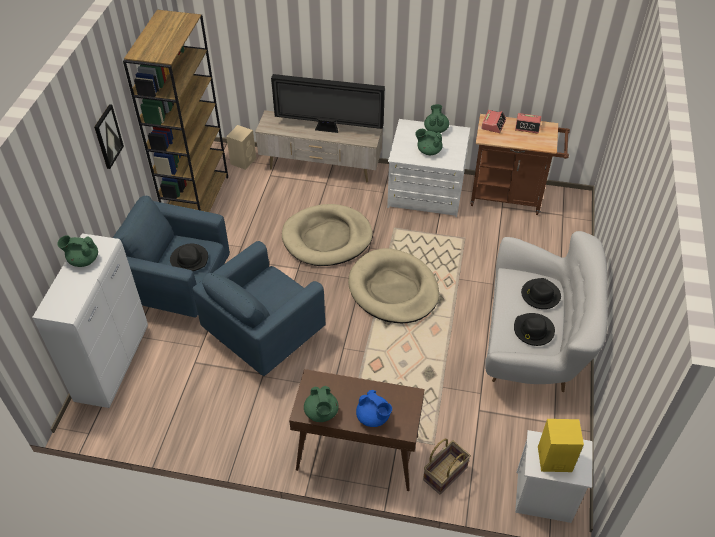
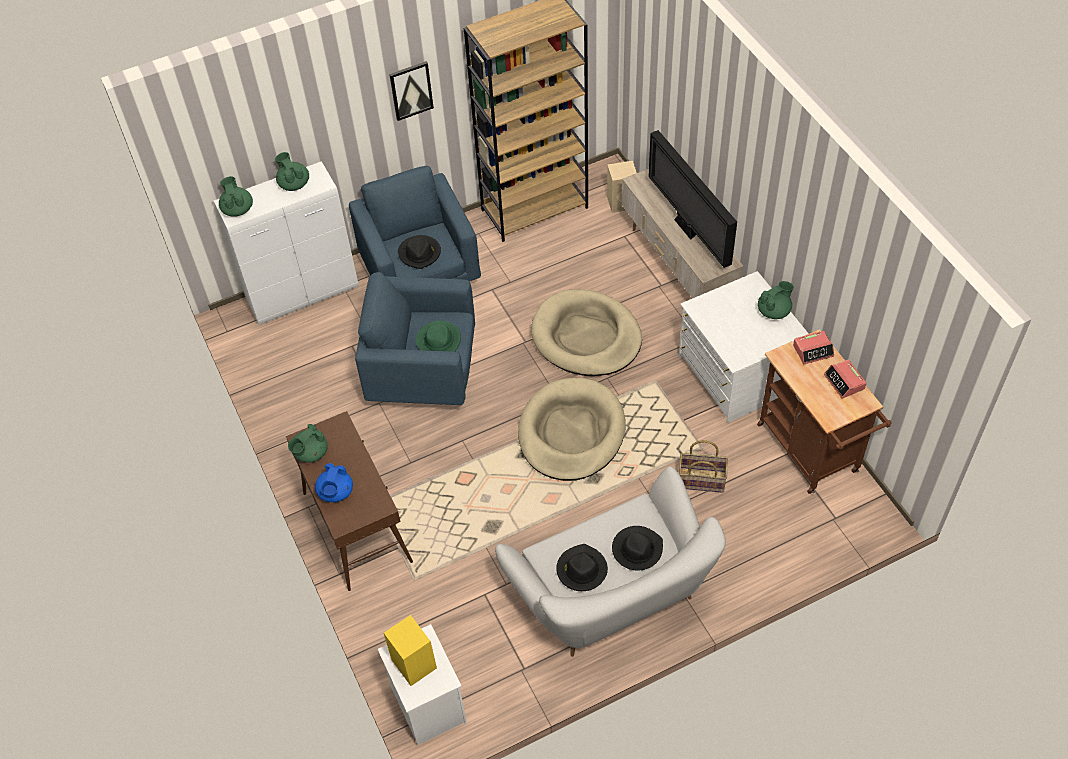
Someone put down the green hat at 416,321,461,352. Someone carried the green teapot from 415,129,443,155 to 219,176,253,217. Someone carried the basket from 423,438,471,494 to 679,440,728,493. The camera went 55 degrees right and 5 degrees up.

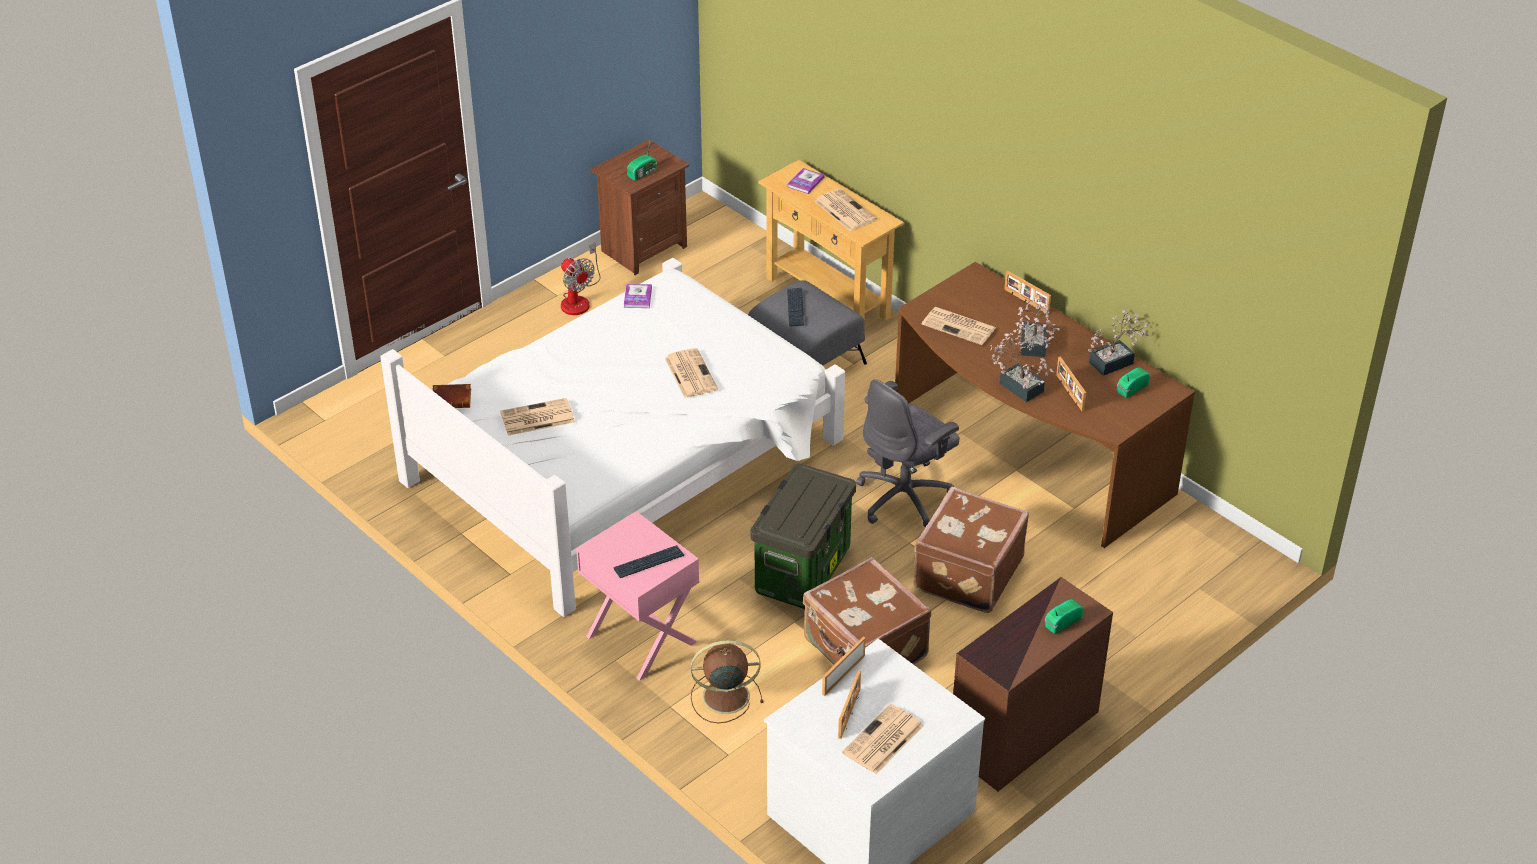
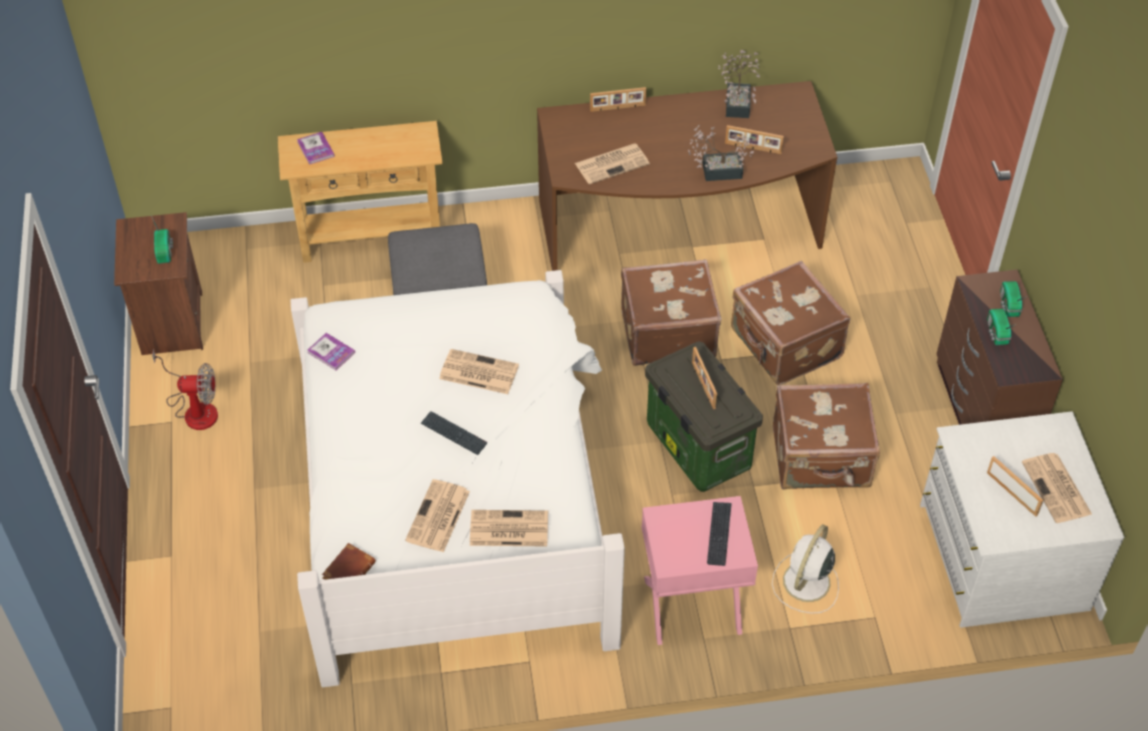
Someone took away the potted plant at 1015,299,1060,357. Someone carried the keyboard from 787,288,804,327 to 421,411,487,455. Someone carried the newspaper from 814,189,877,231 to 470,510,548,547. Someone carried the picture frame from 822,637,866,696 to 692,347,717,409. Someone carried the radio from 1117,368,1150,398 to 987,309,1016,345. Someone swapped the grey office chair at 856,379,960,527 for the brown suitcase at 621,259,722,366. Someone repainted the brown fan at 691,640,763,723, which became the white fan at 772,524,839,614. The camera went 55 degrees left and 10 degrees up.

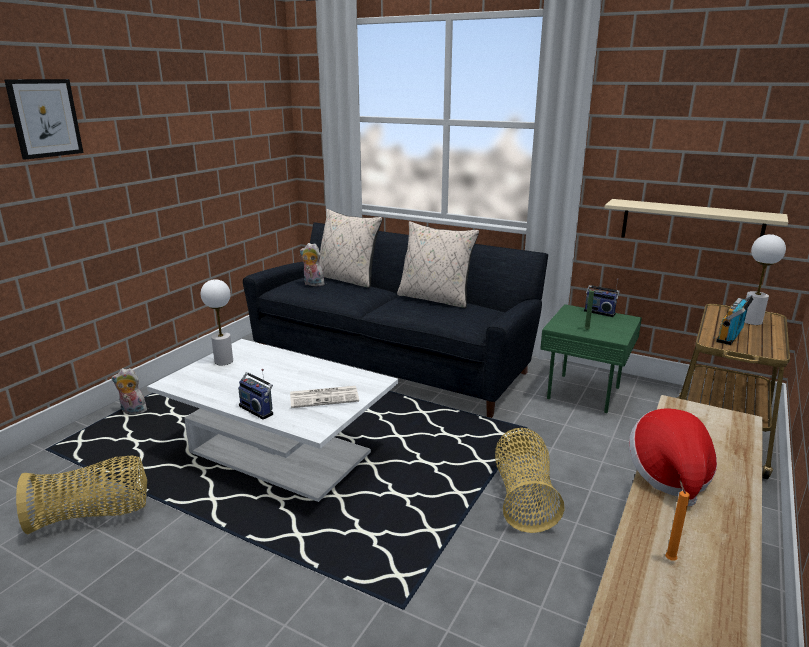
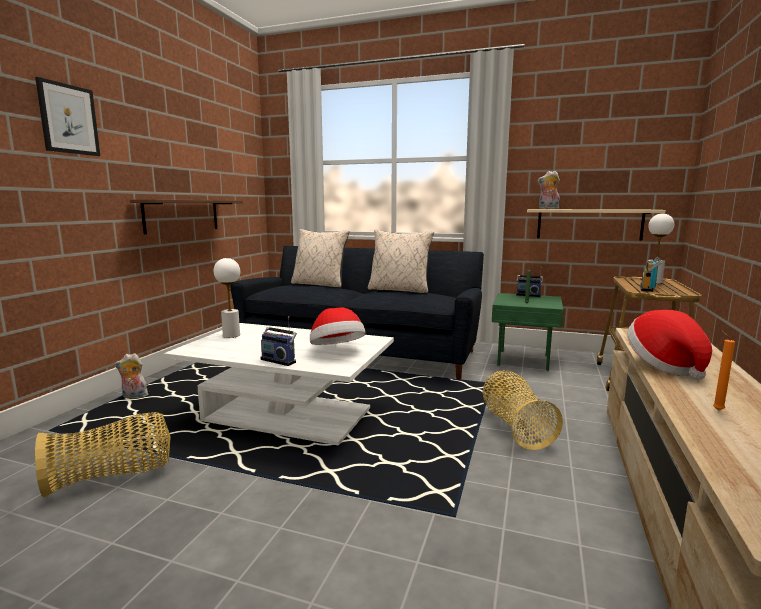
Someone put up the brown shelf at 130,199,243,234. Someone carried the plush toy from 300,243,325,286 to 537,171,560,209. Someone swapped the newspaper at 290,386,359,408 for the hat at 310,307,366,345. The camera went 10 degrees left and 10 degrees down.

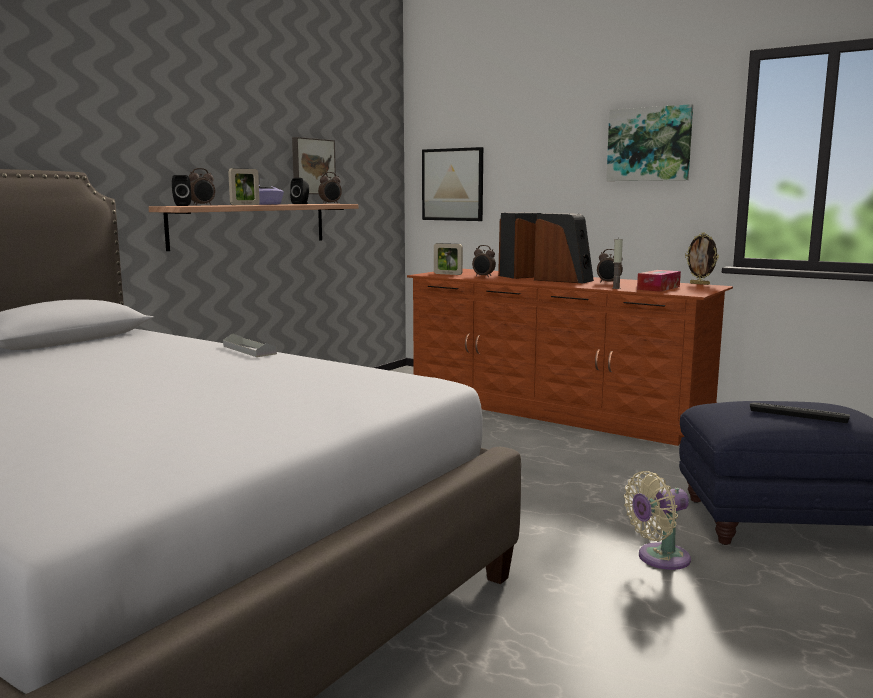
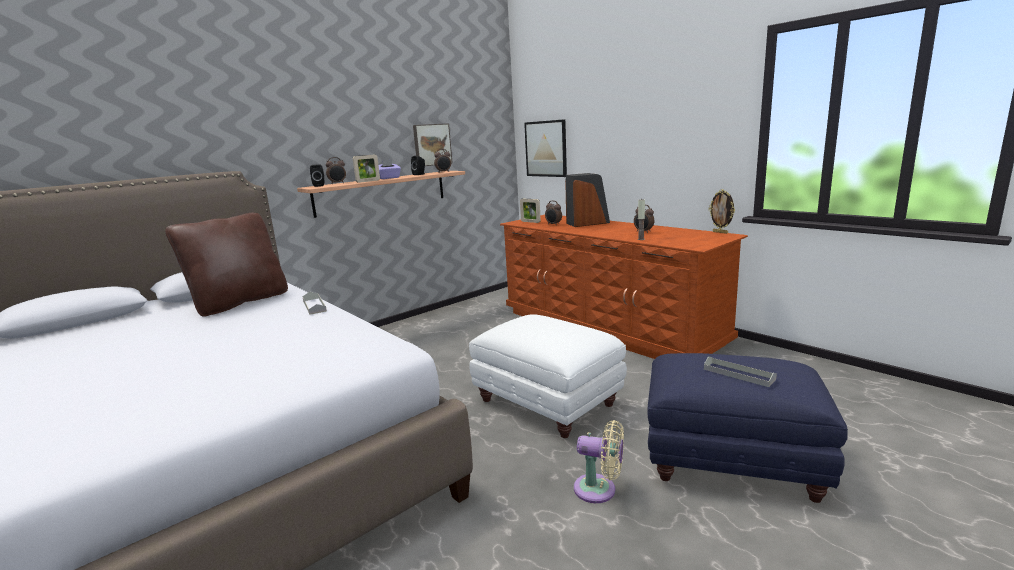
Someone took away the speaker at 534,213,594,283. Someone took away the picture at 606,104,693,181. Someone took away the tissue box at 637,270,681,292. Someone put down the brown pillow at 165,213,288,317. Someone put down the white ottoman at 469,314,627,438. Someone swapped the keyboard at 750,402,850,423 for the grey tray at 704,356,777,387. Someone rotated the beige fan at 624,471,691,570 by 150 degrees counterclockwise. The camera went 15 degrees right and 5 degrees up.

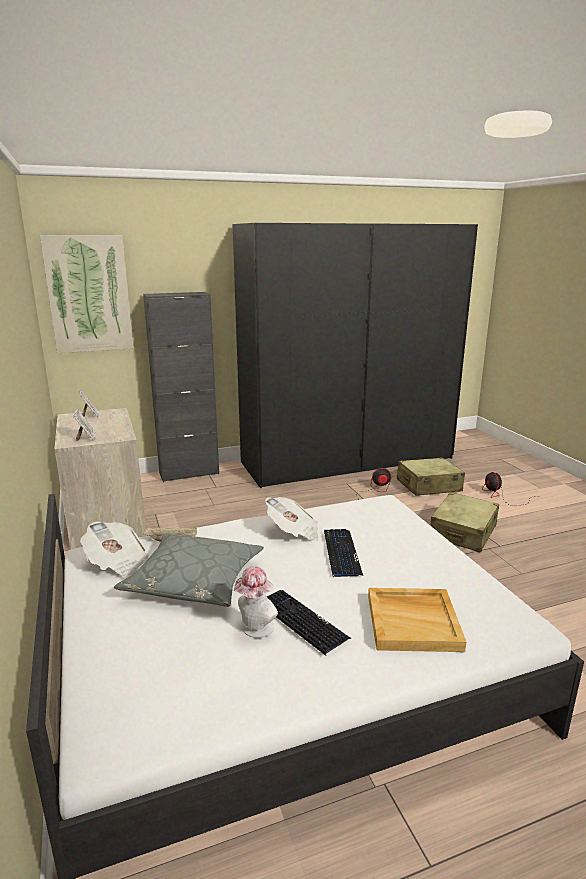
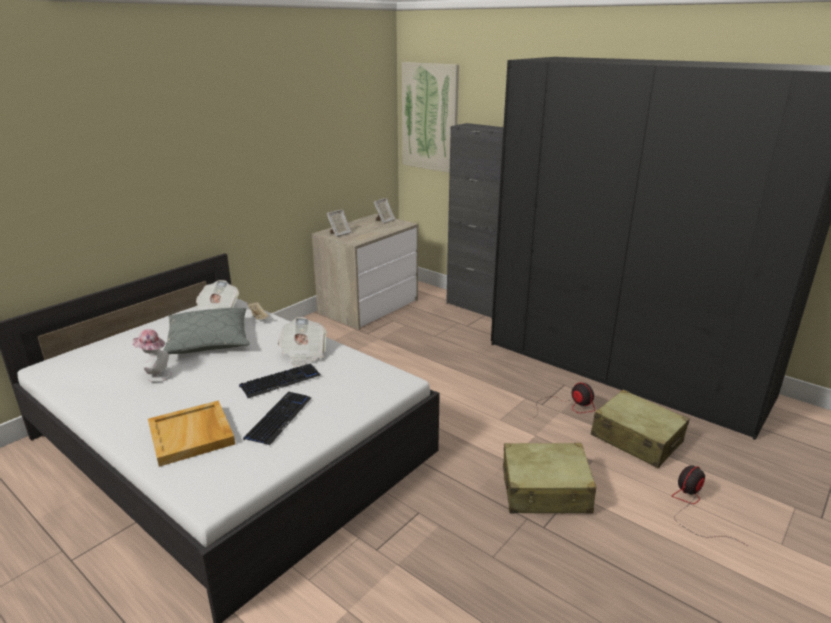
Someone carried the keyboard from 267,590,352,656 to 243,392,311,445. The camera went 60 degrees right and 5 degrees up.

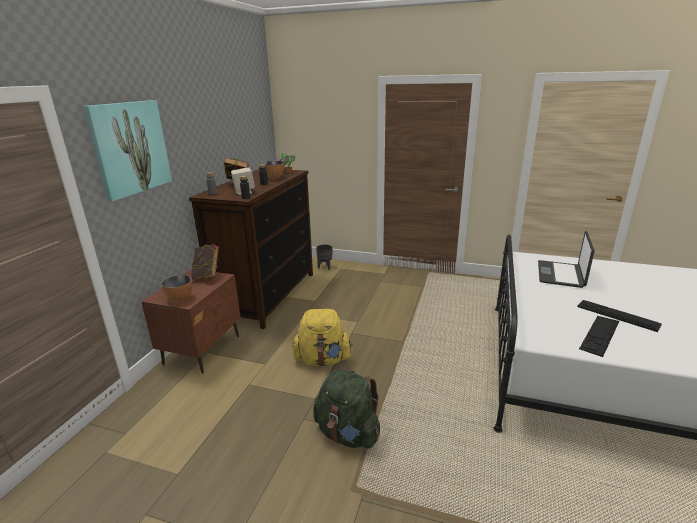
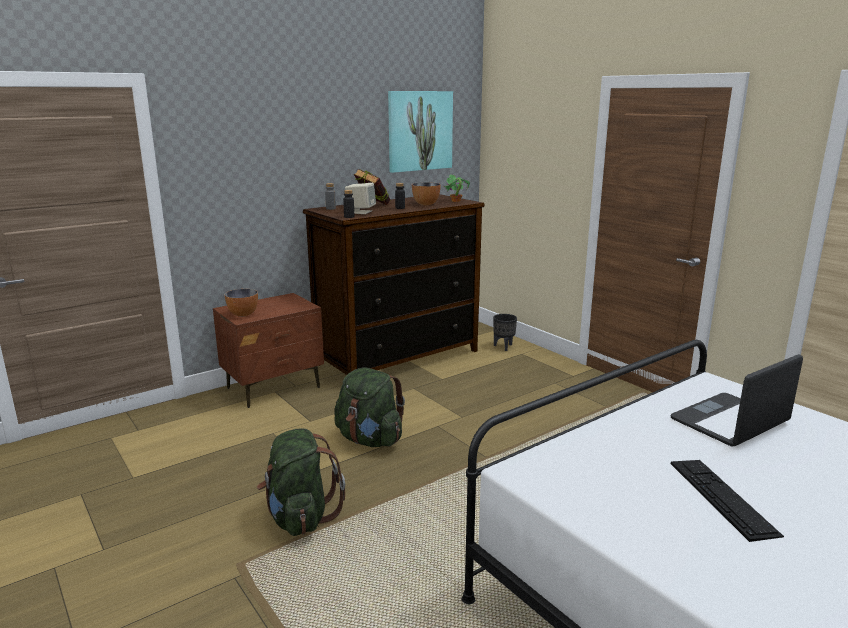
Someone took away the book at 191,244,219,280. Someone took away the keyboard at 579,316,619,357. Someone carried the picture from 84,100,172,201 to 388,91,453,173. Someone repainted the yellow backpack at 293,309,353,366, which became the green backpack at 334,367,405,447. The camera went 35 degrees right and 5 degrees down.

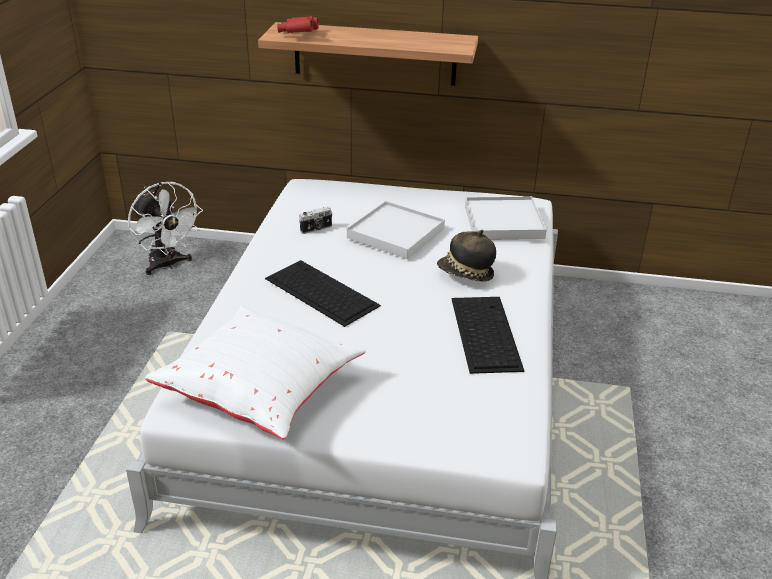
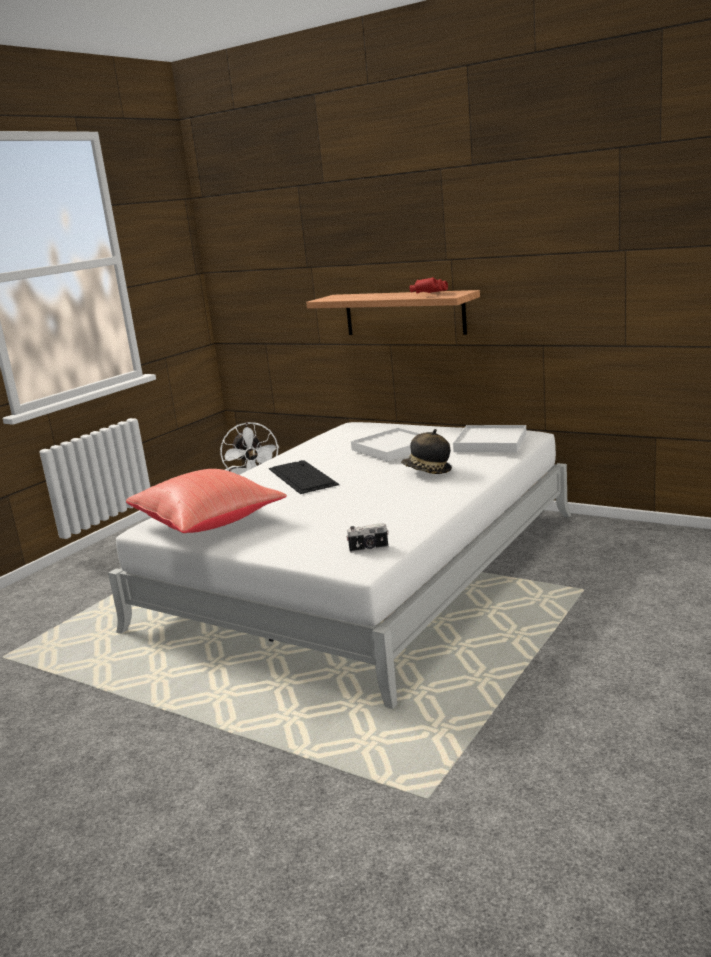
Someone took away the keyboard at 451,297,524,374. Someone carried the red binoculars from 277,16,319,33 to 409,277,448,294. Someone carried the photo camera from 299,207,333,234 to 346,523,389,553. Someone repainted the white pillow at 145,306,366,440, which became the red pillow at 126,469,287,533. The camera went 25 degrees right and 15 degrees down.

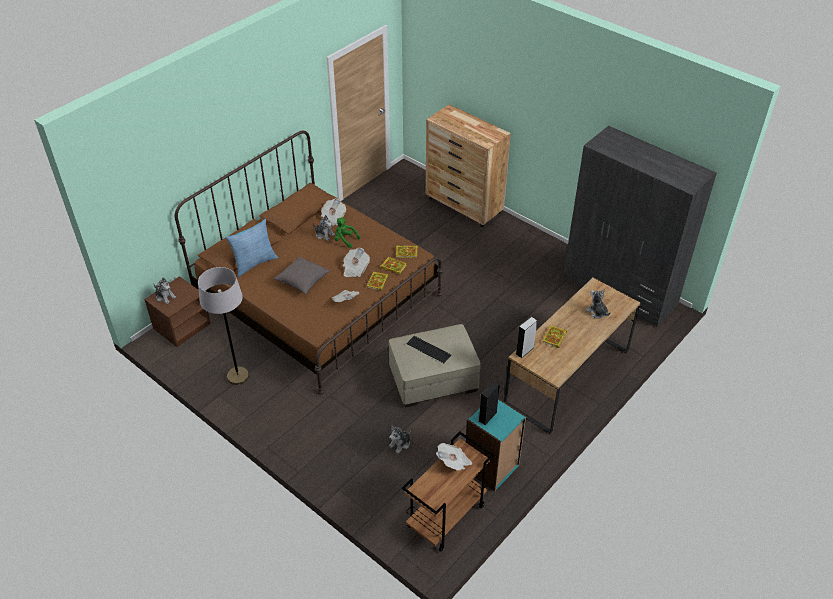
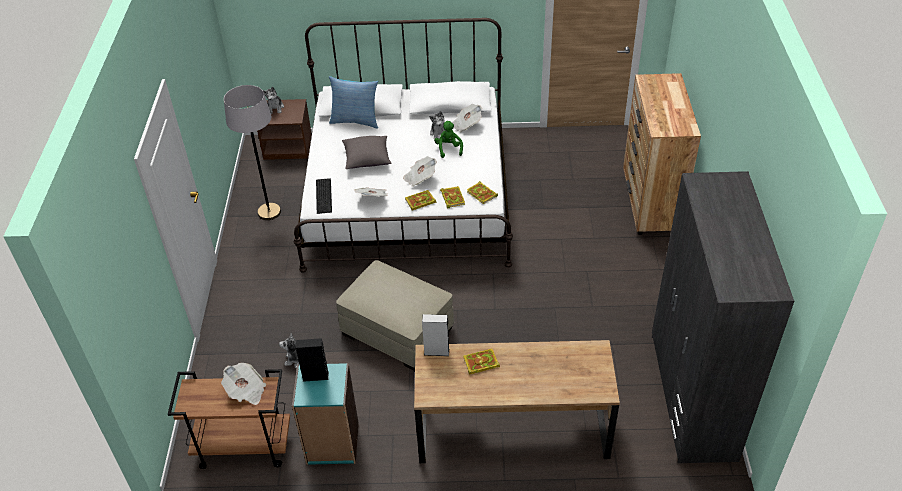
Someone took away the plush toy at 586,289,610,319. Someone carried the keyboard from 407,336,451,363 to 316,178,332,214. Someone repainted the brown bed at 175,131,443,395, which became the white bed at 294,18,513,272. The camera went 50 degrees right and 0 degrees up.

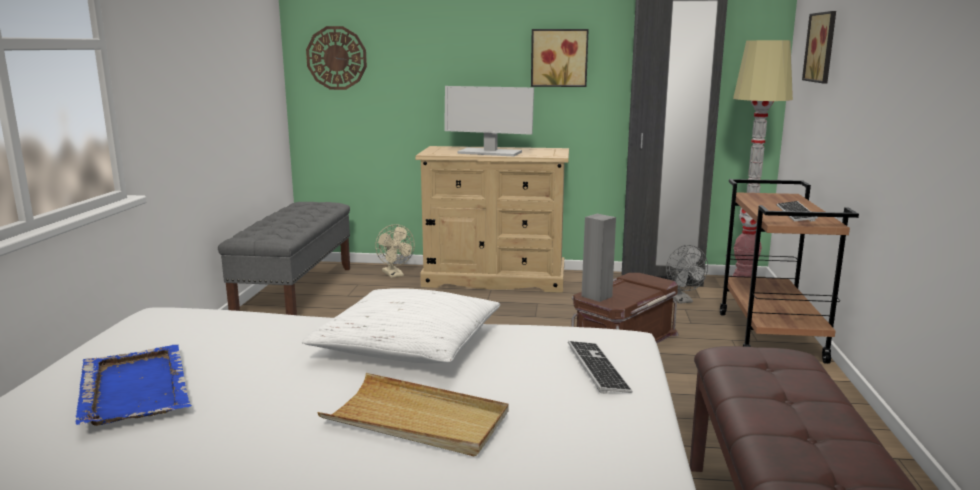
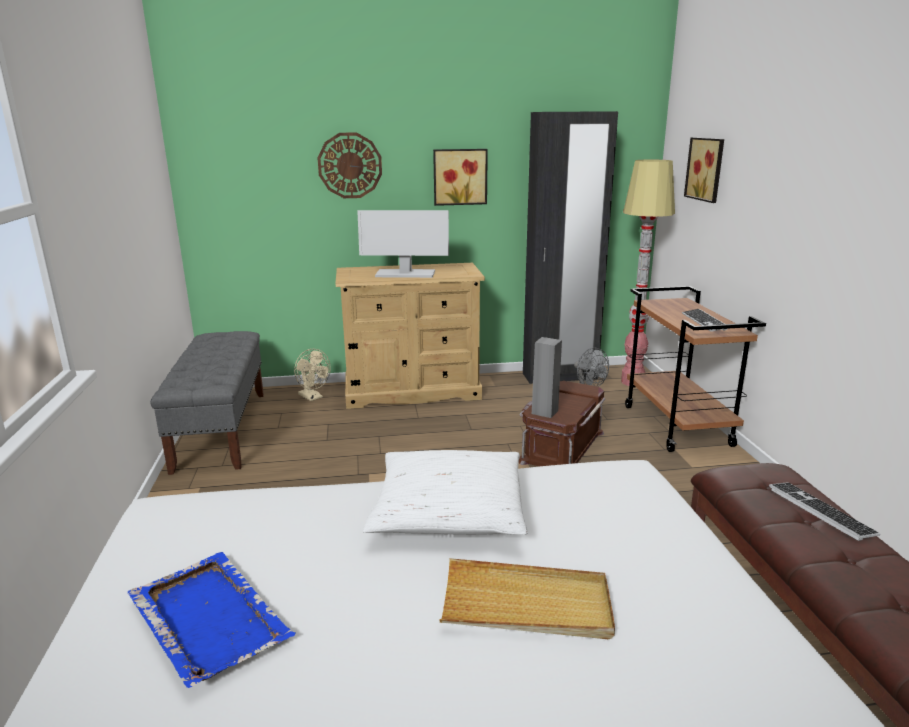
Someone carried the wall clock from 306,26,367,90 to 318,133,382,198. Someone carried the keyboard from 568,341,633,394 to 769,482,880,541. The camera went 15 degrees left and 5 degrees up.

